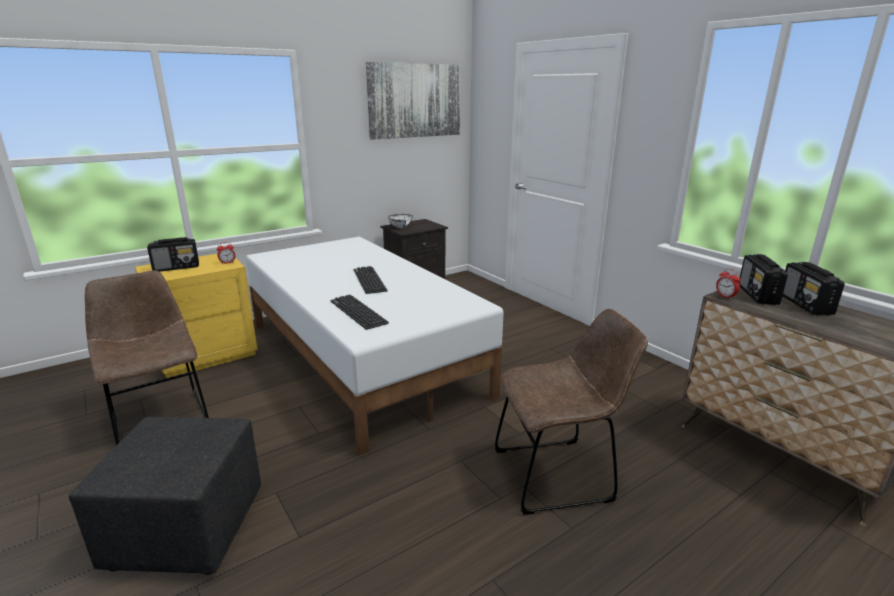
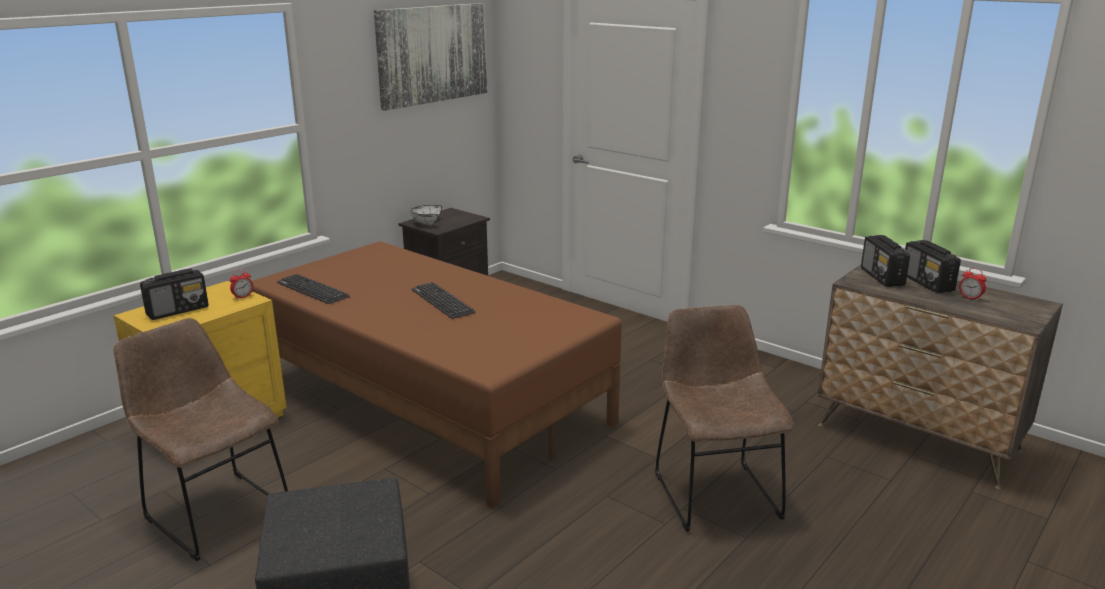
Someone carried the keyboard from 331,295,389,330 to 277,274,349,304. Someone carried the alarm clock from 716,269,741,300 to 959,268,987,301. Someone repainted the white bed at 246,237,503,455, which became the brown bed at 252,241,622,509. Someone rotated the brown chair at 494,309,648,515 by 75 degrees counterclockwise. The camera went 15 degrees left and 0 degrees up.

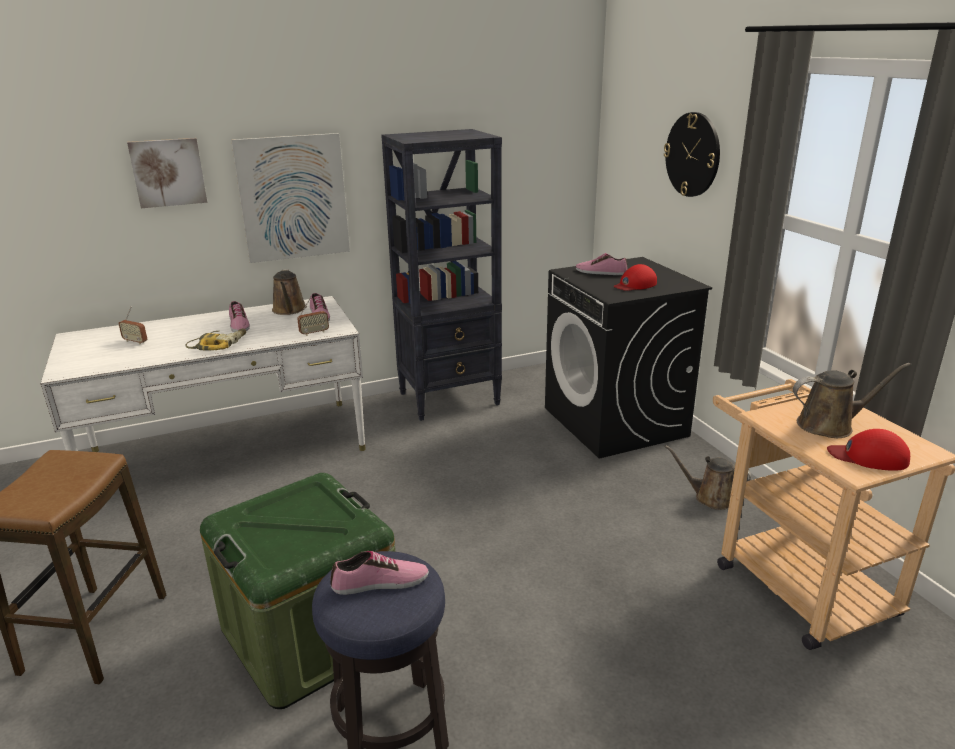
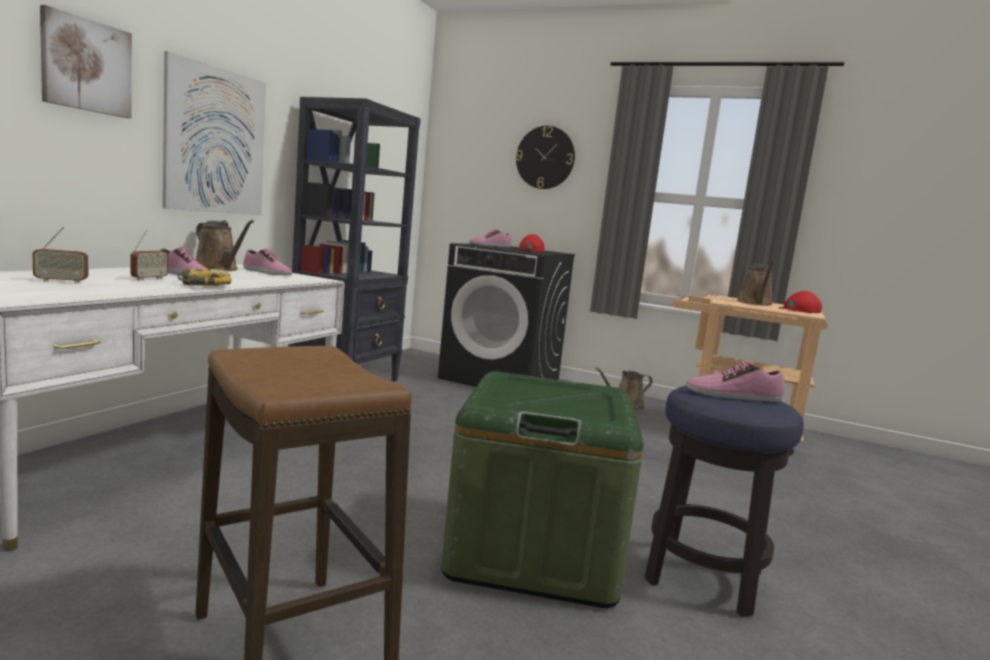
Someone carried the radio from 297,298,329,336 to 130,230,169,281. Someone rotated the shoe at 330,551,429,595 by 120 degrees counterclockwise. Someone rotated the brown watering can at 793,363,911,438 by 150 degrees clockwise. The camera went 45 degrees left and 15 degrees down.

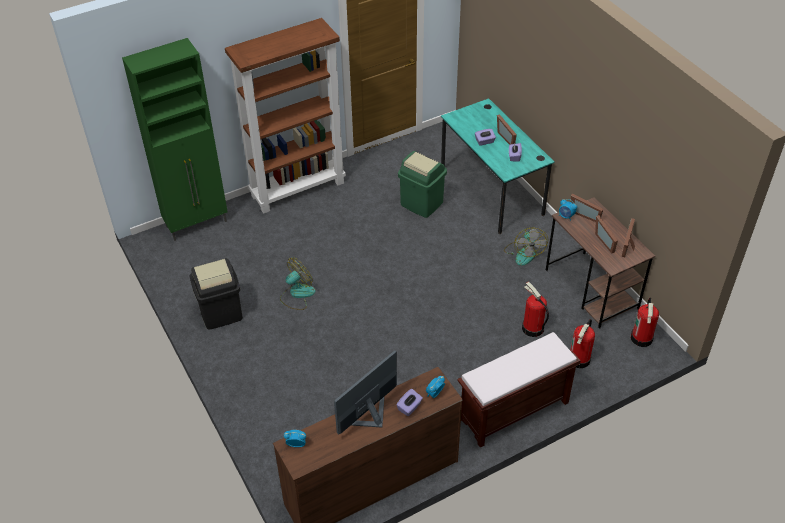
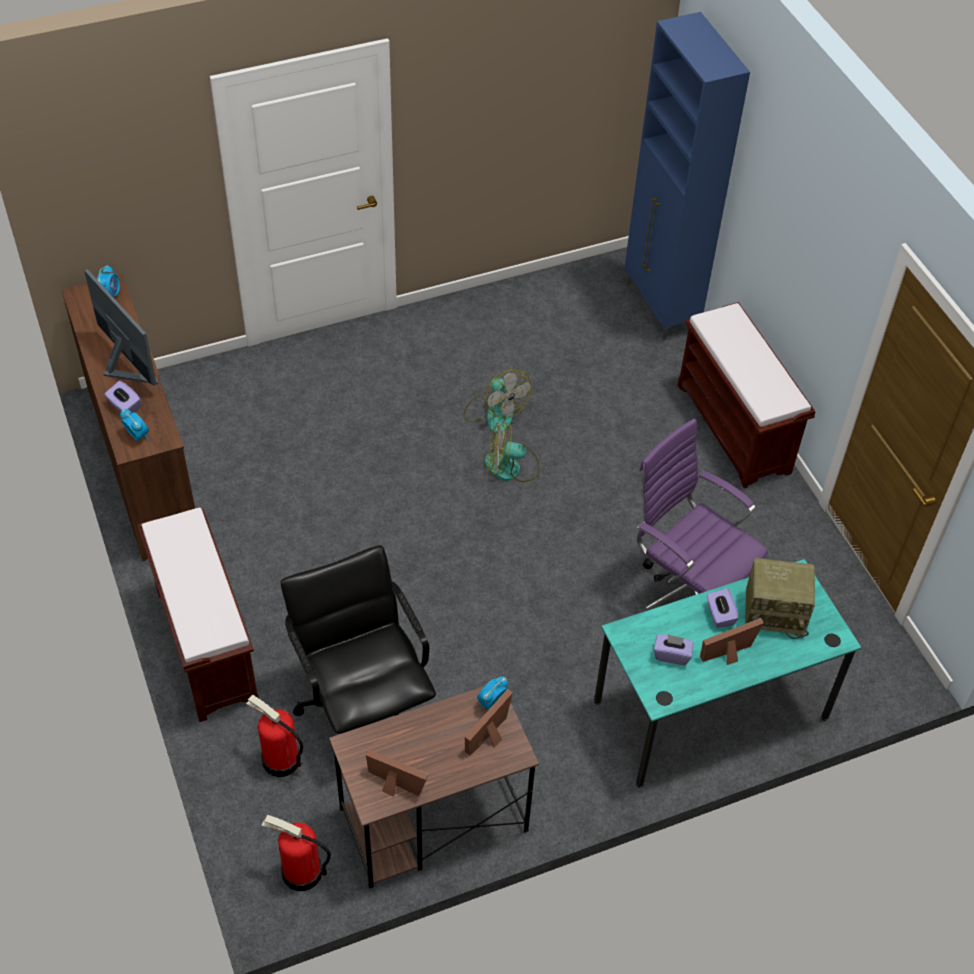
Someone took away the black trash can at 190,258,243,330. Someone took away the picture frame at 595,215,618,253. Someone put down the radio at 745,558,815,639. Someone carried the fan from 504,228,548,266 to 485,420,540,482. Someone swapped the brown bookcase at 225,18,346,214 for the brown bench at 677,302,816,489. Someone swapped the green trash can at 398,151,447,218 for the purple office chair at 636,419,768,612. Someone swapped the fire extinguisher at 522,282,549,337 for the black office chair at 281,545,436,734. Someone repainted the green cabinet at 122,38,228,241, which became the blue cabinet at 625,12,750,341. The camera went 95 degrees right and 5 degrees up.

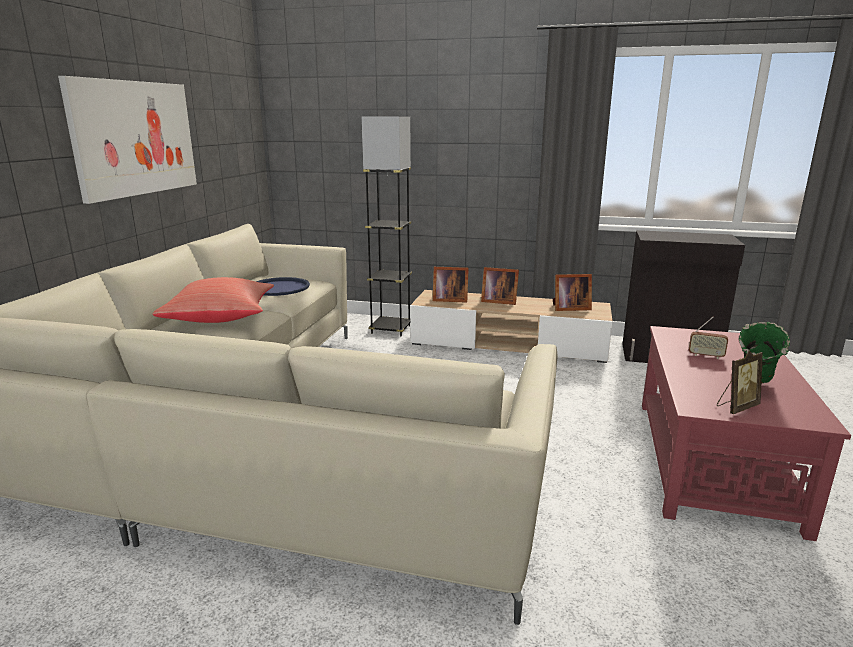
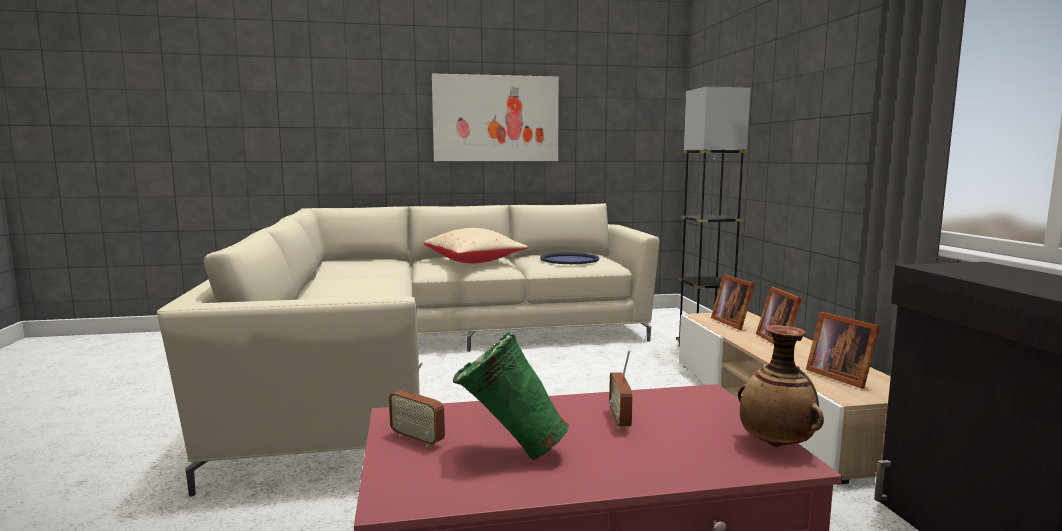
Someone put down the vase at 738,325,824,447. Someone swapped the picture frame at 717,350,763,414 for the radio at 389,362,445,448. Someone repainted the red pillow at 153,277,274,323, which became the beige pillow at 424,228,528,263. The camera went 65 degrees right and 10 degrees down.

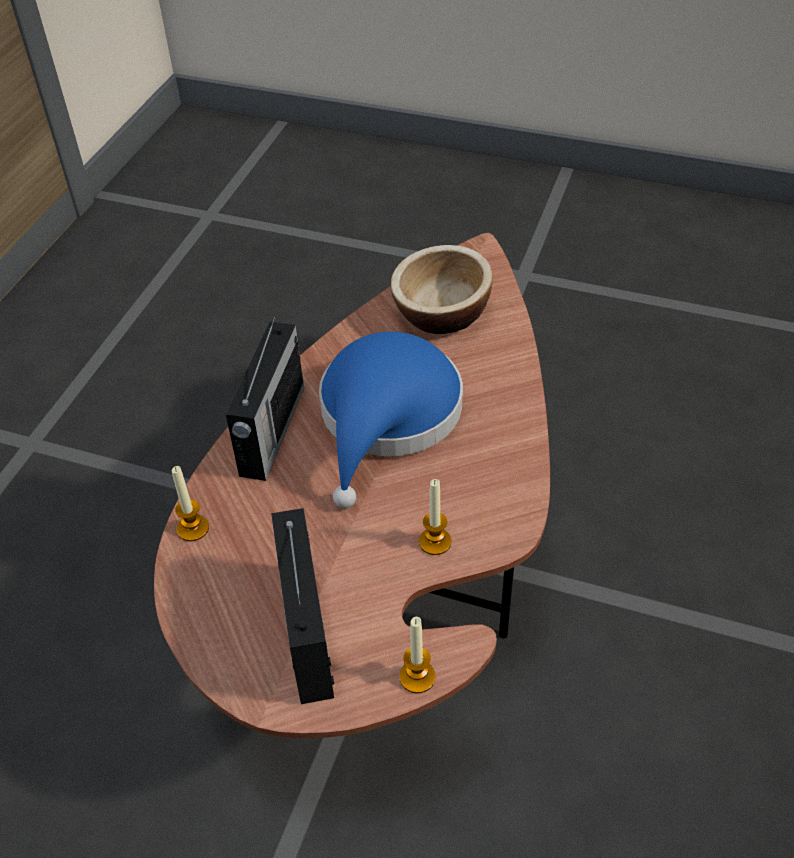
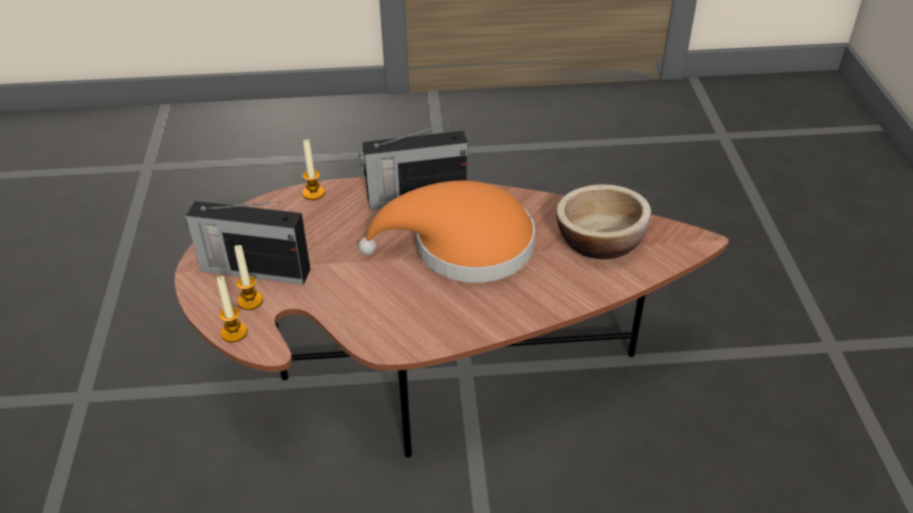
Someone carried the candle from 419,479,451,555 to 234,244,263,310. Someone repainted the blue hat at 319,331,463,508, which became the orange hat at 359,181,535,283. Someone rotated the radio at 271,508,334,704 by 135 degrees counterclockwise. The camera went 65 degrees right and 5 degrees down.

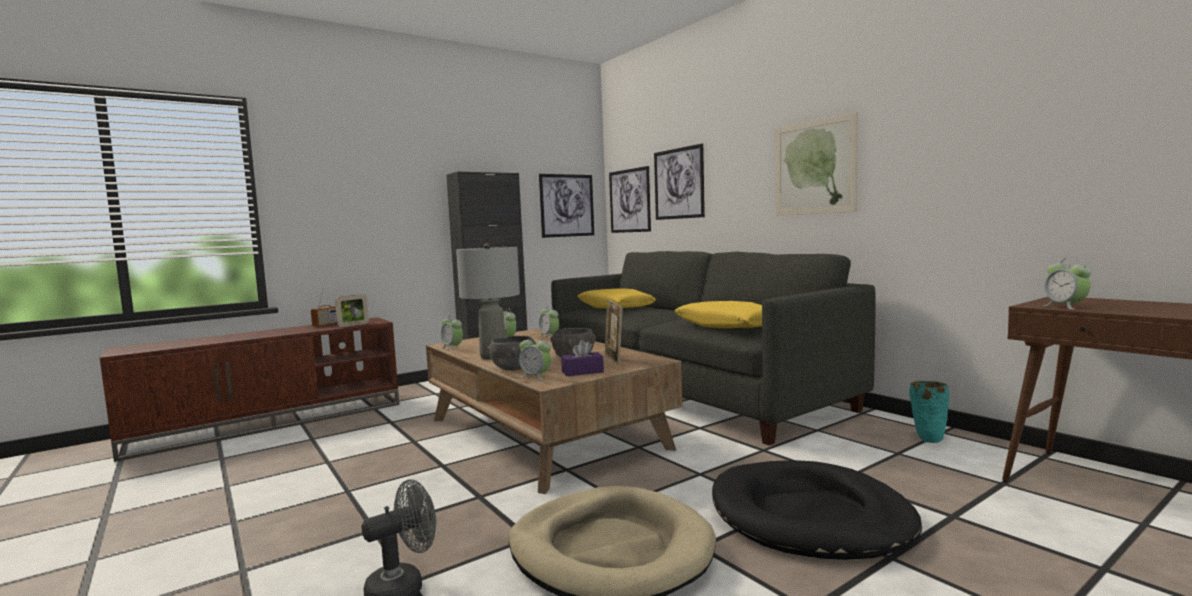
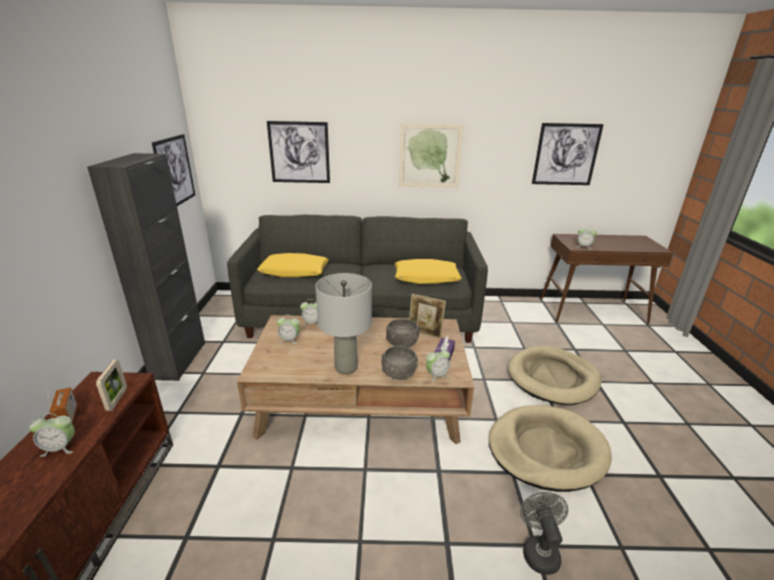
Someone took away the turquoise vase at 909,381,949,443. Someone carried the alarm clock from 441,315,463,350 to 29,413,75,457. Someone carried the picture from 609,166,651,233 to 532,123,604,185. Someone repainted the black dog bed at 712,460,922,560, which became the beige dog bed at 508,346,602,405. The camera went 55 degrees left and 20 degrees up.

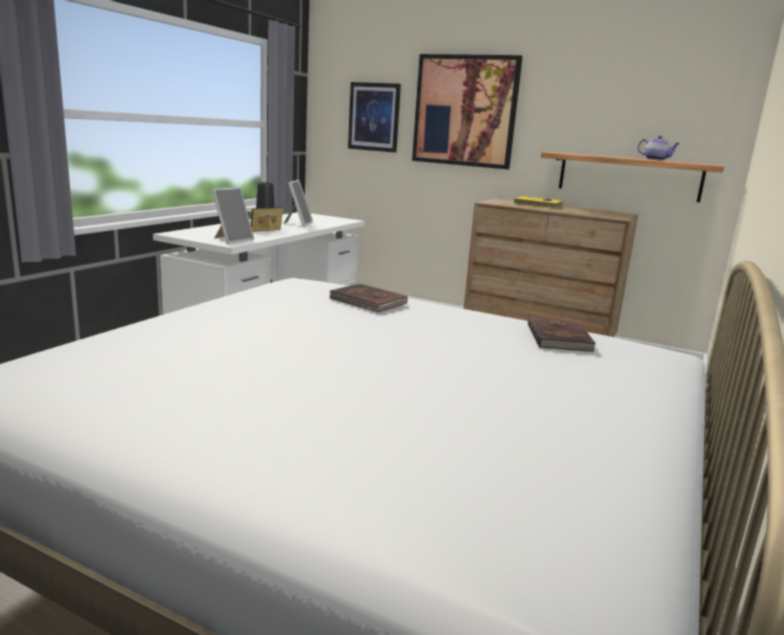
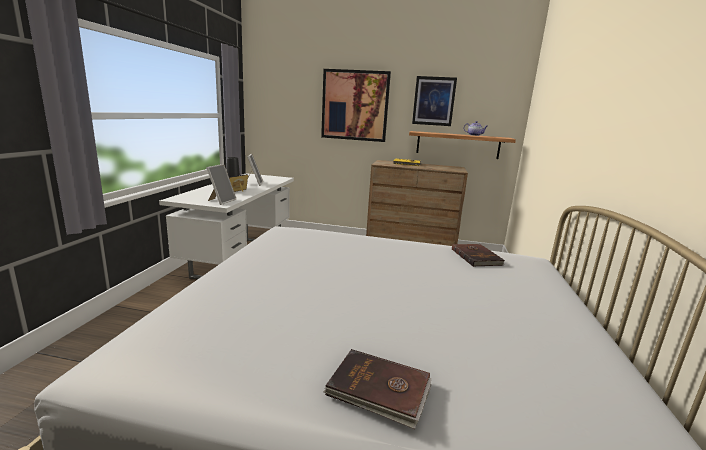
Someone carried the brown book from 329,283,408,312 to 324,349,432,429. Someone carried the picture from 348,82,401,153 to 412,76,457,126. The camera went 15 degrees left and 0 degrees up.

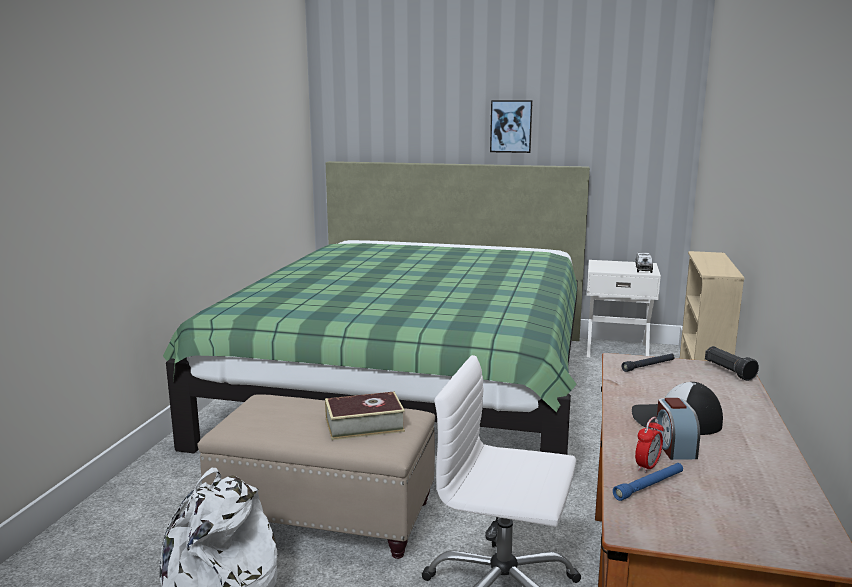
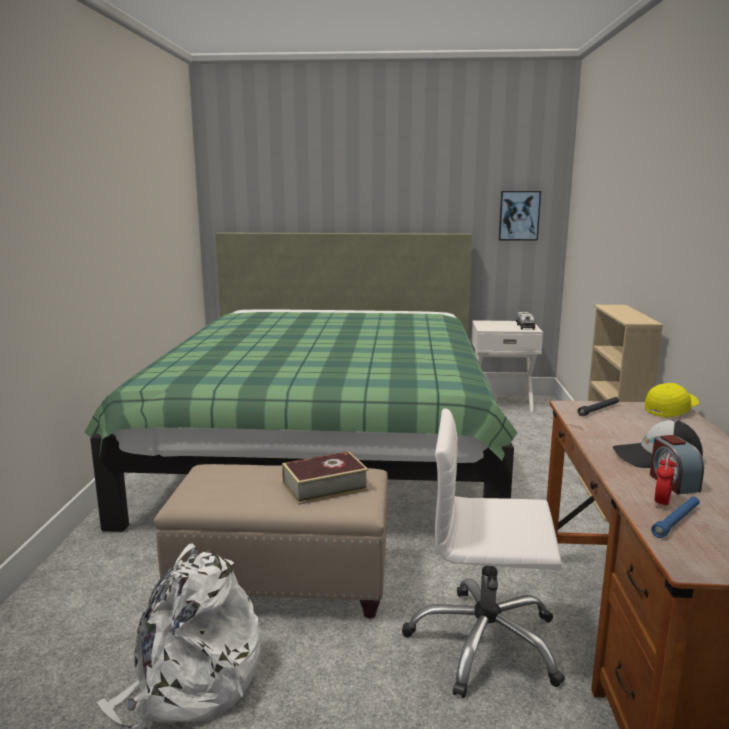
Someone carried the picture from 490,100,533,153 to 499,191,541,241. Someone swapped the black flashlight at 705,346,759,381 for the yellow cap at 645,383,699,418. The camera went 10 degrees left and 0 degrees up.

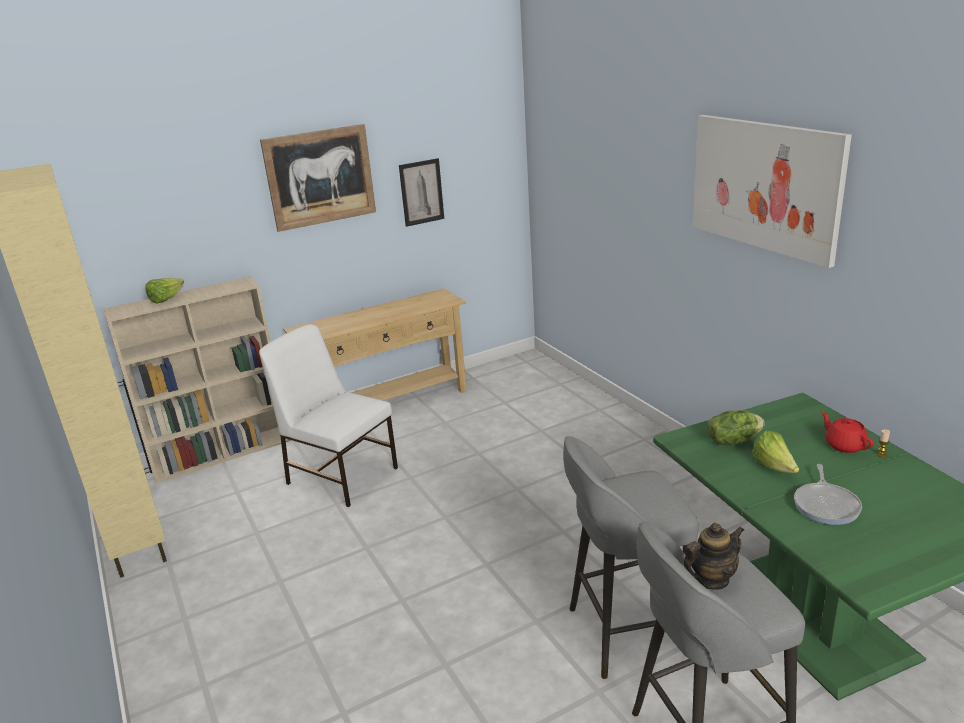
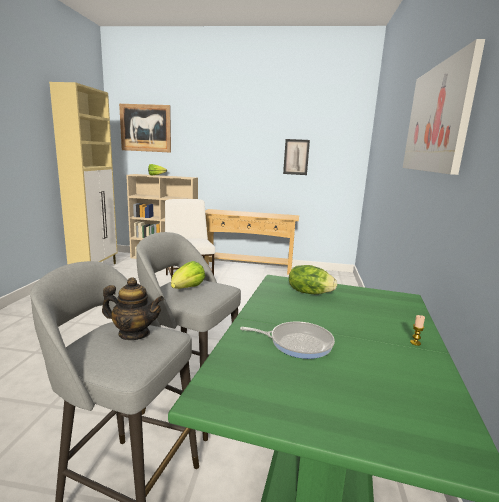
Someone took away the red teapot at 821,412,874,453. Someone carried the picture from 260,124,376,232 to 119,104,171,153. Someone carried the lettuce from 752,430,799,473 to 171,261,205,289. Someone rotated the frying pan at 794,464,862,525 by 135 degrees counterclockwise. The camera went 35 degrees right and 10 degrees down.

